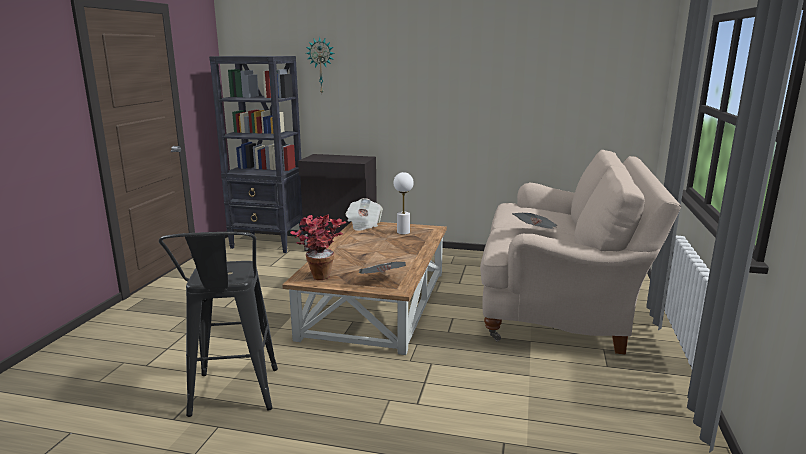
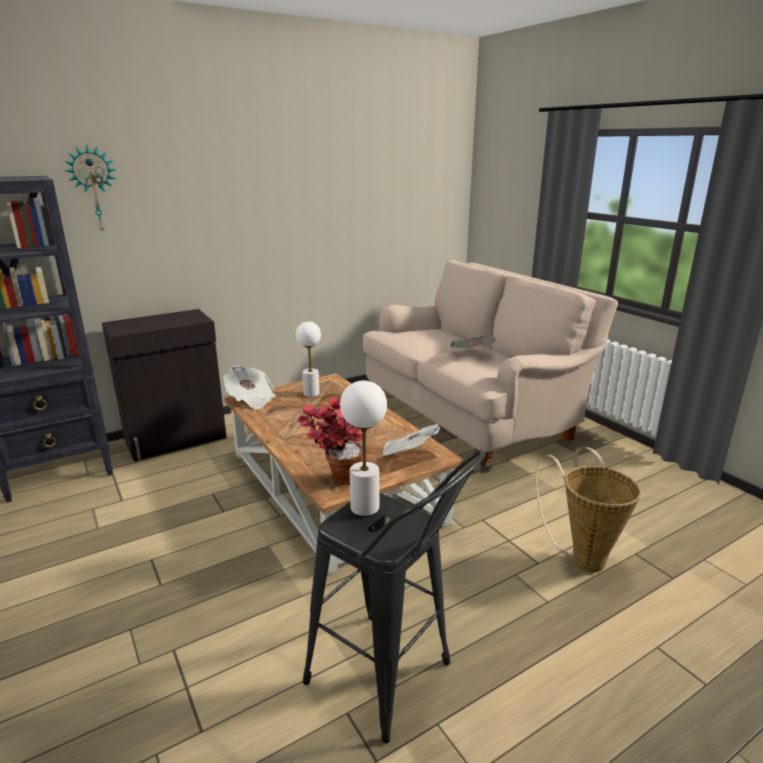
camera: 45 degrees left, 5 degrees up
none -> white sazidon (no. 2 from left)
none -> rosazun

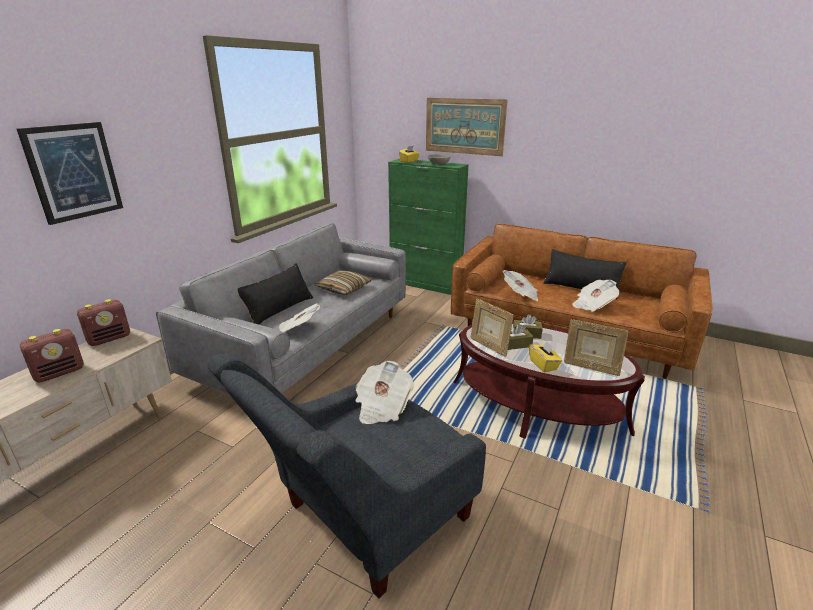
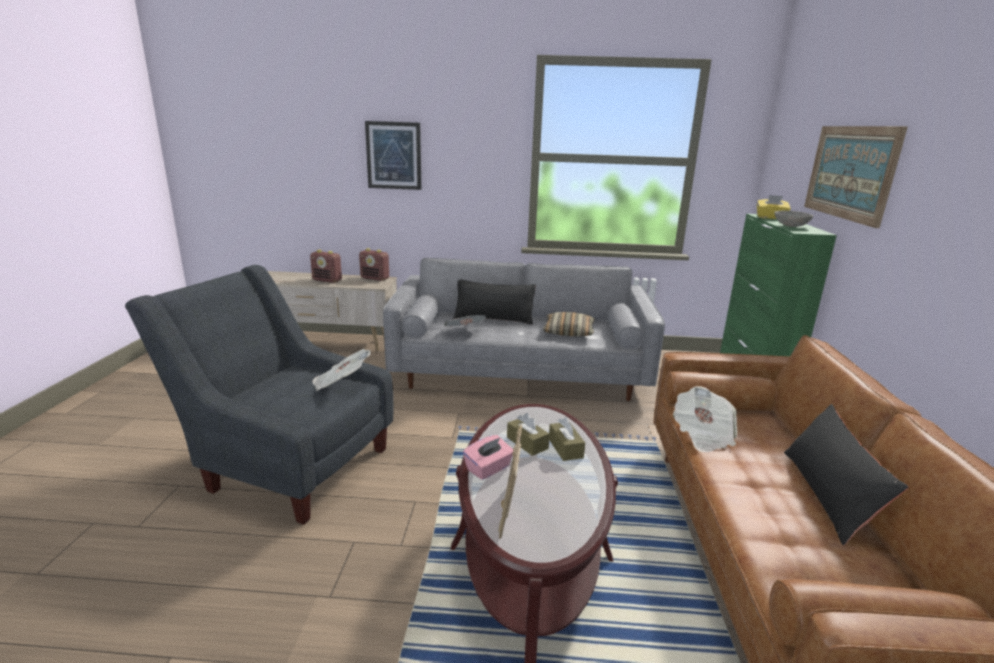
camera: 65 degrees right, 5 degrees down
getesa (no. 1 from left) -> none
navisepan (no. 4 from left) -> none
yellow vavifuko (no. 2 from left) -> pink vavifuko

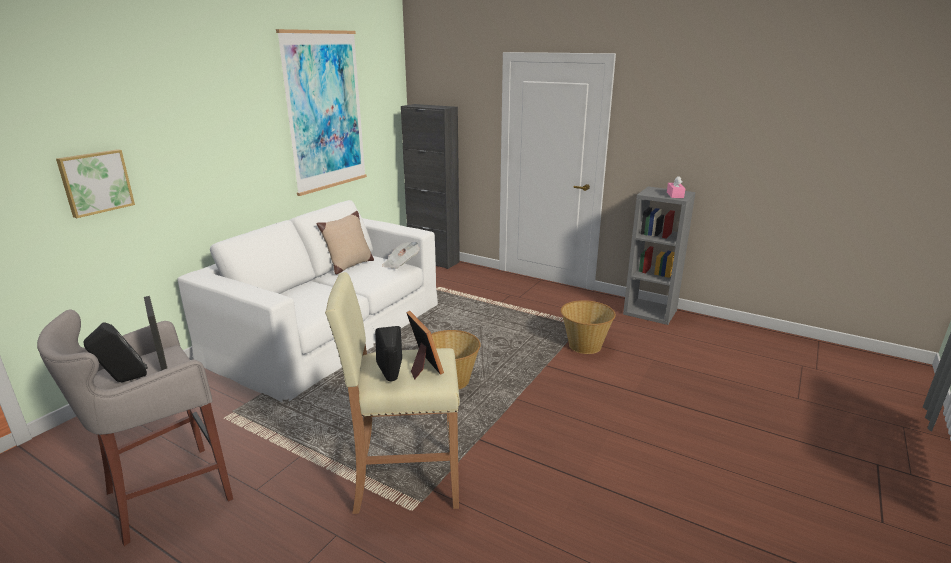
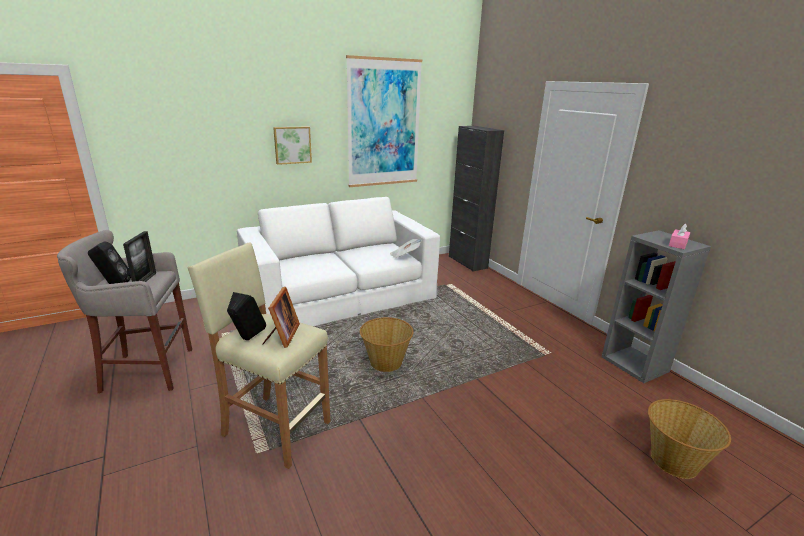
camera: 30 degrees right, 0 degrees up
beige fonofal -> none
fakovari (no. 1 from left), shifted
rosazun (no. 2 from left), shifted

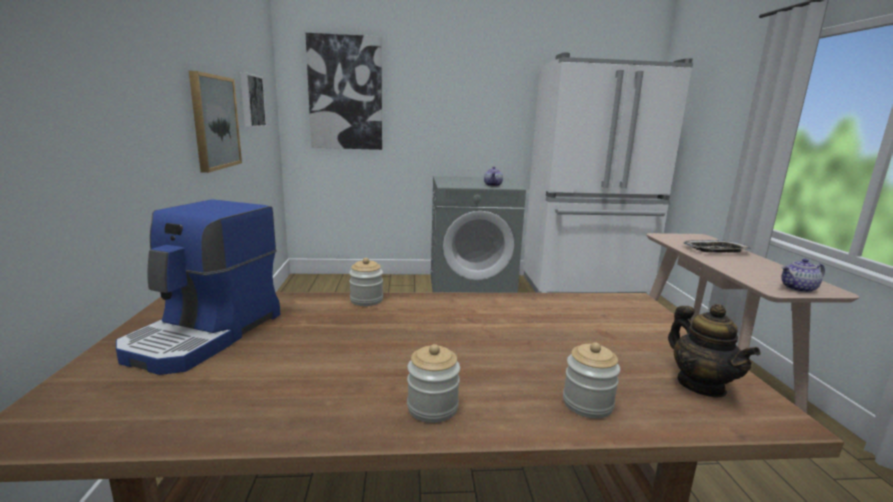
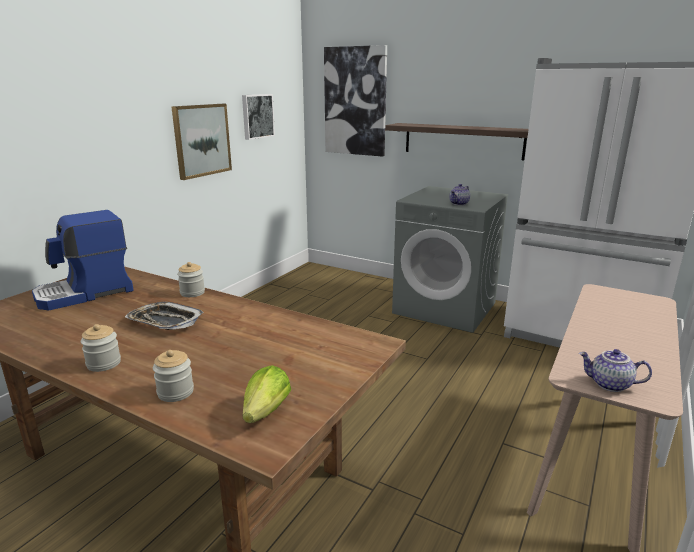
camera: 35 degrees right, 5 degrees up
none -> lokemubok
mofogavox, shifted
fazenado (no. 2 from left) -> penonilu

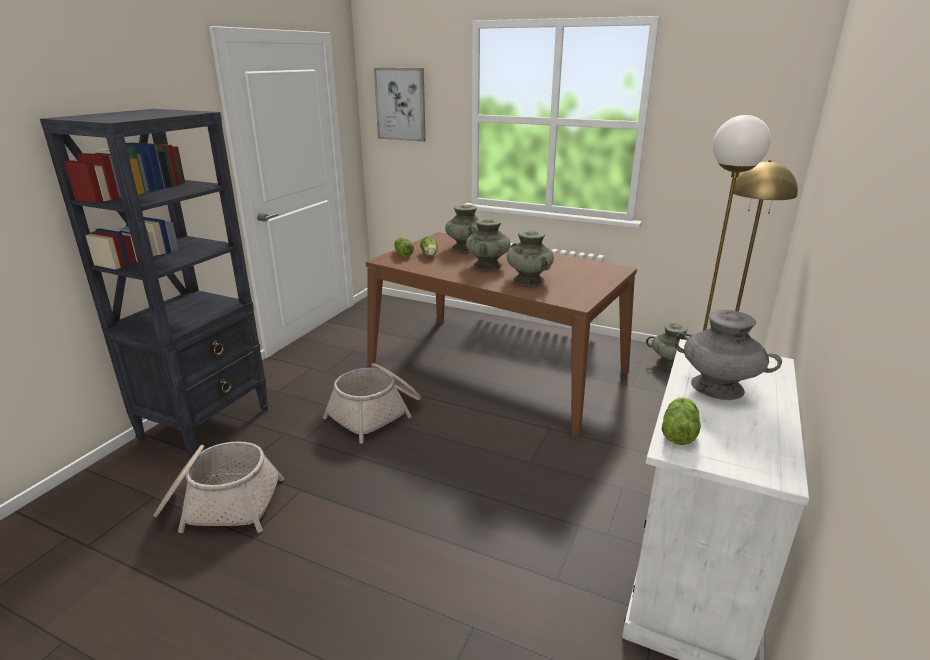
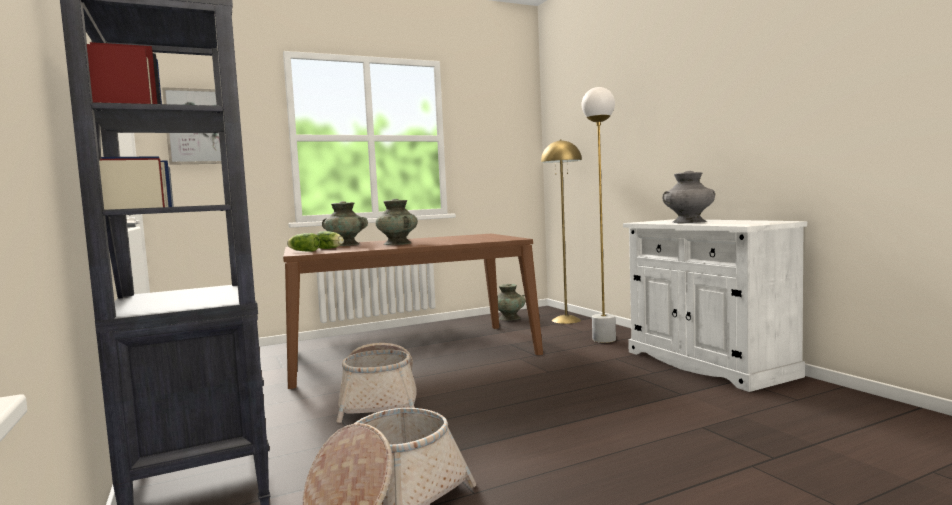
camera: 50 degrees left, 20 degrees down
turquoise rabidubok (no. 3 from left) -> none
penonilu (no. 3 from left) -> none

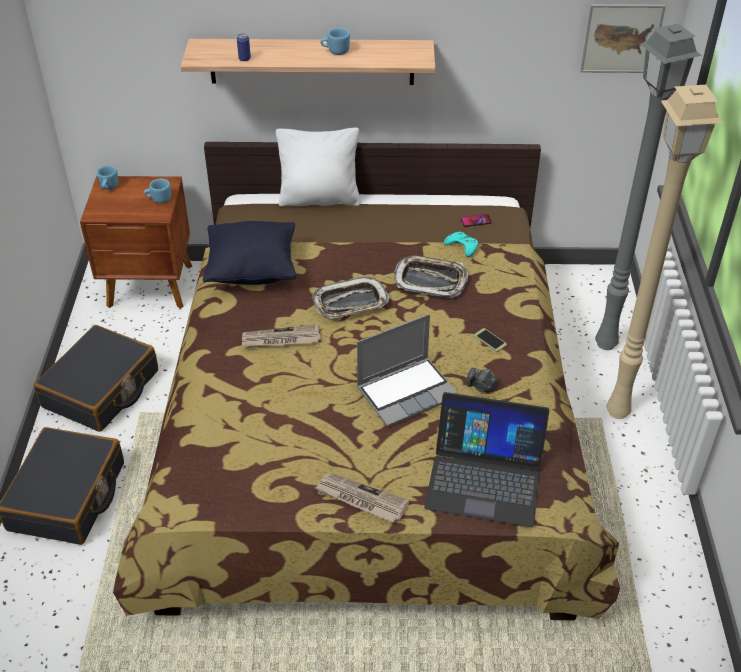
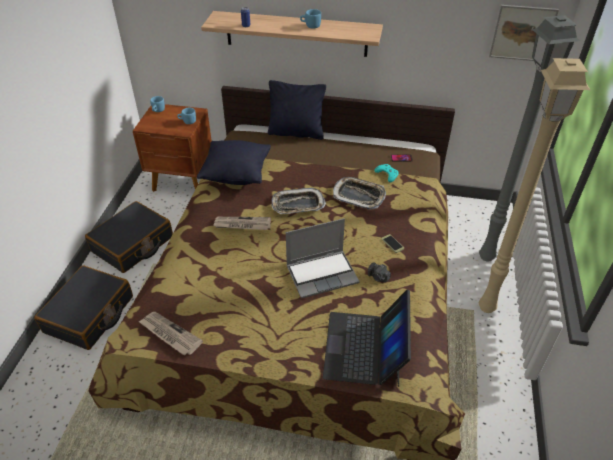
camera: 10 degrees right, 0 degrees up
navisepan (no. 2 from left in the first image) -> navisepan (no. 1 from left), shifted
white fonofal -> black fonofal (no. 2 from left)
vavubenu (no. 2 from left), 75 degrees clockwise

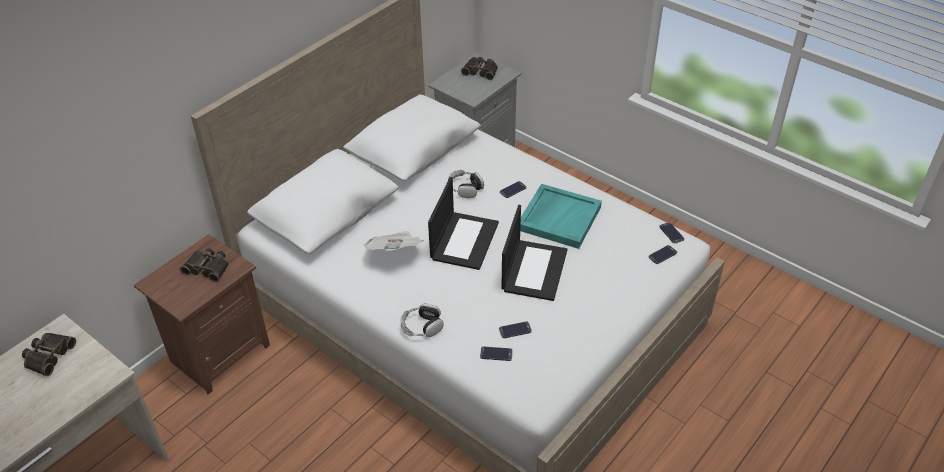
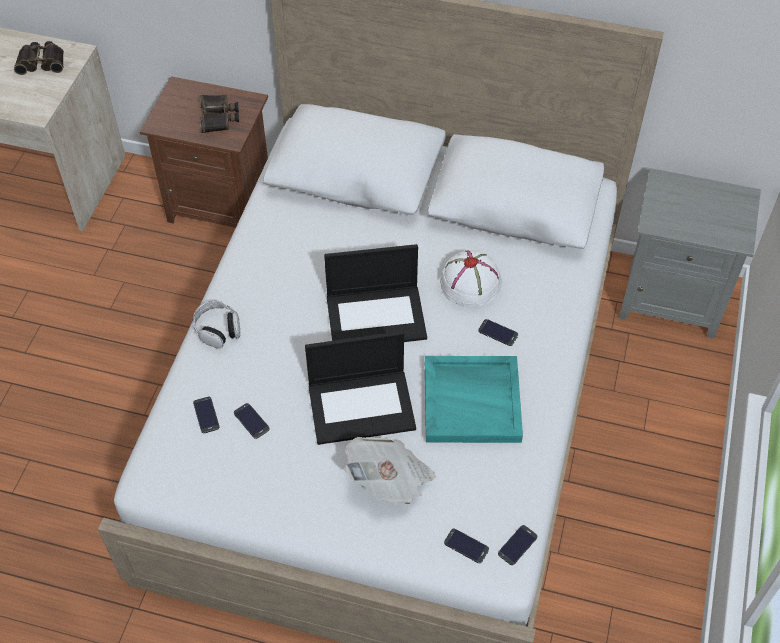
camera: 65 degrees right, 10 degrees up
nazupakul (no. 3 from left) -> none
navisepan, shifted
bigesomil (no. 2 from left) -> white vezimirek

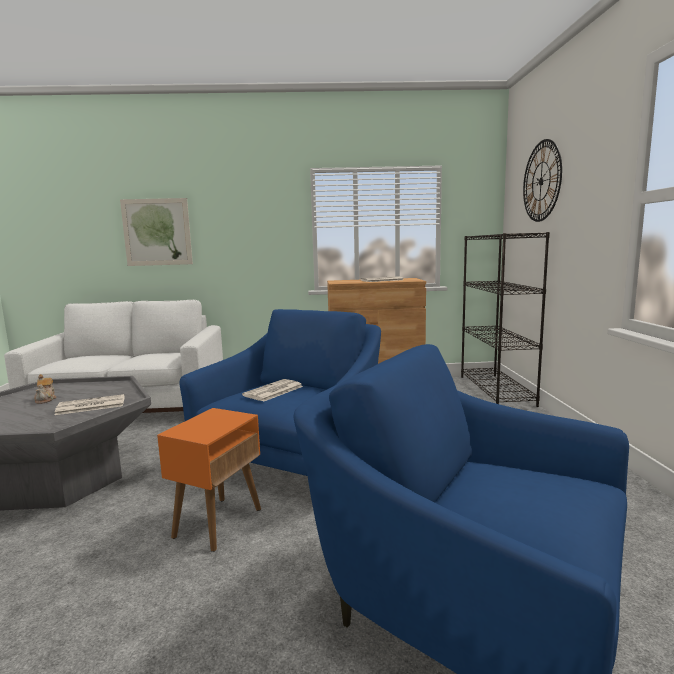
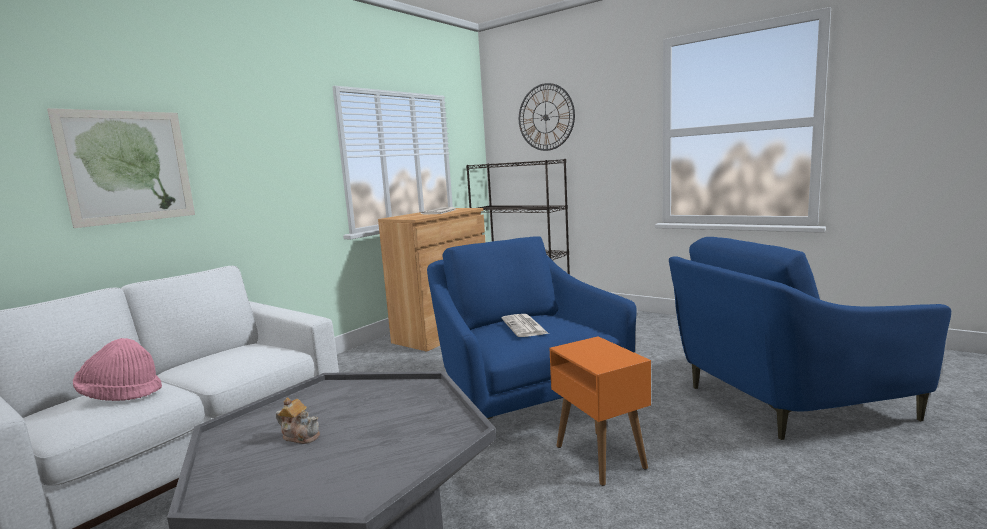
camera: 50 degrees left, 0 degrees up
navisepan (no. 1 from left) -> none
none -> pink vezimirek

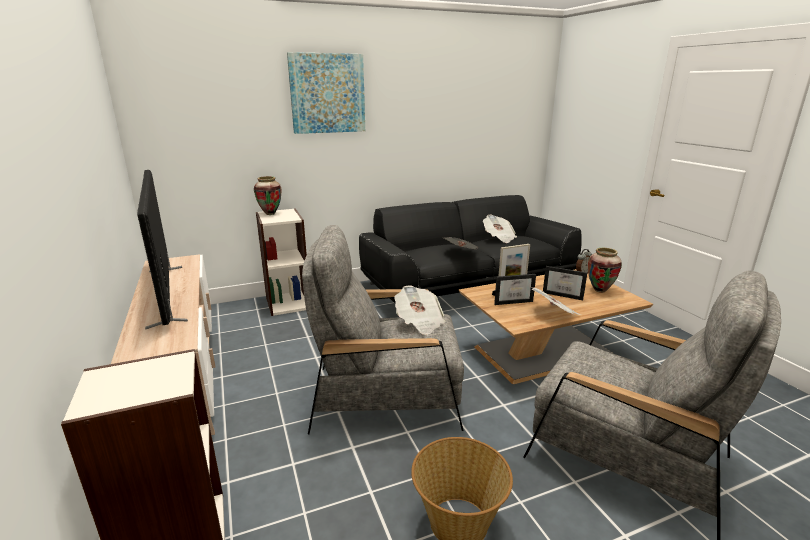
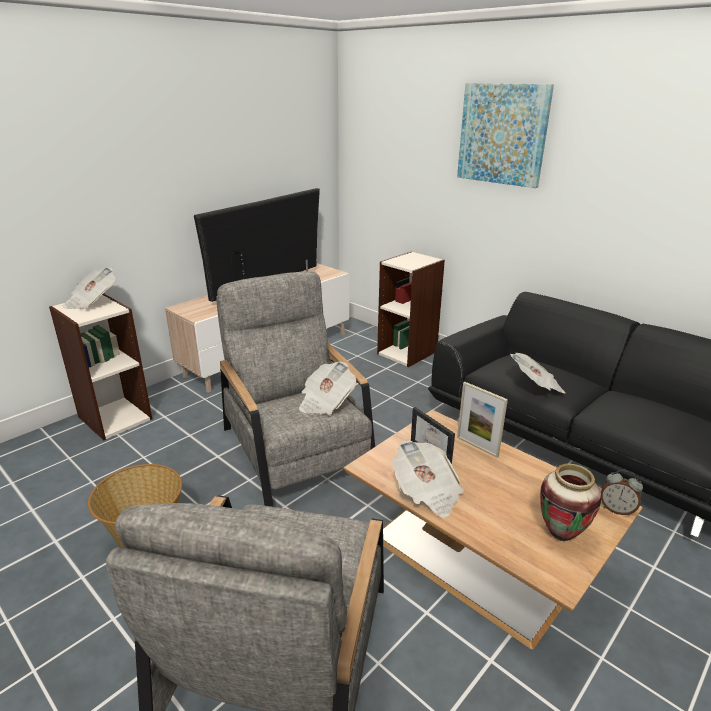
camera: 65 degrees right, 5 degrees up
rabidubok (no. 1 from left) -> none
getesa (no. 3 from left) -> none
navisepan (no. 3 from left in the first image) -> navisepan (no. 1 from left), shifted

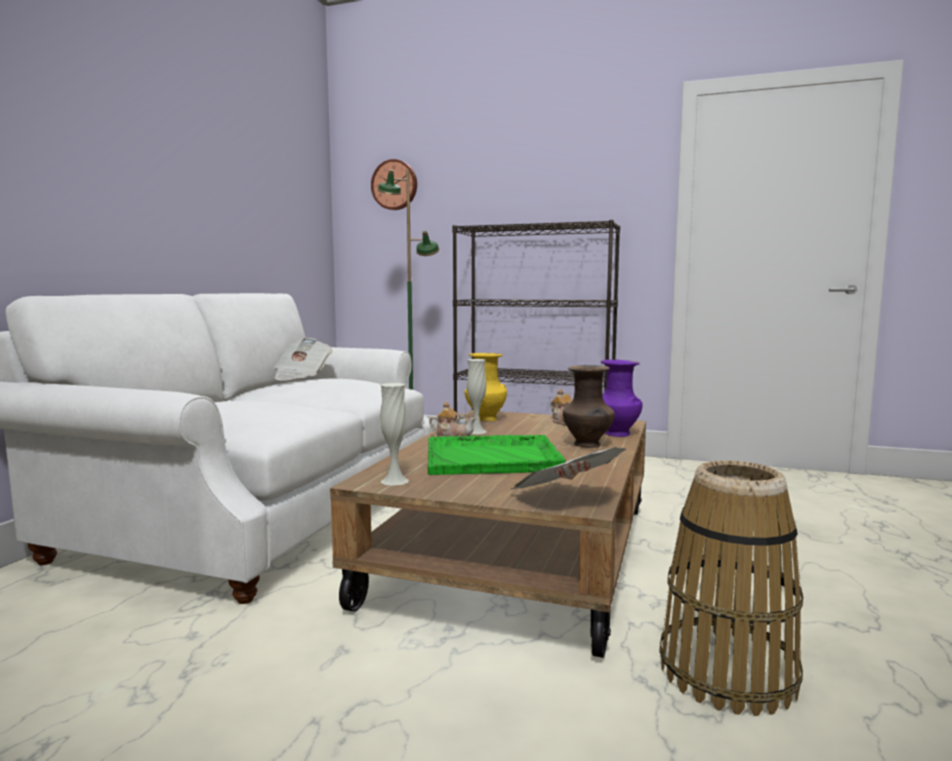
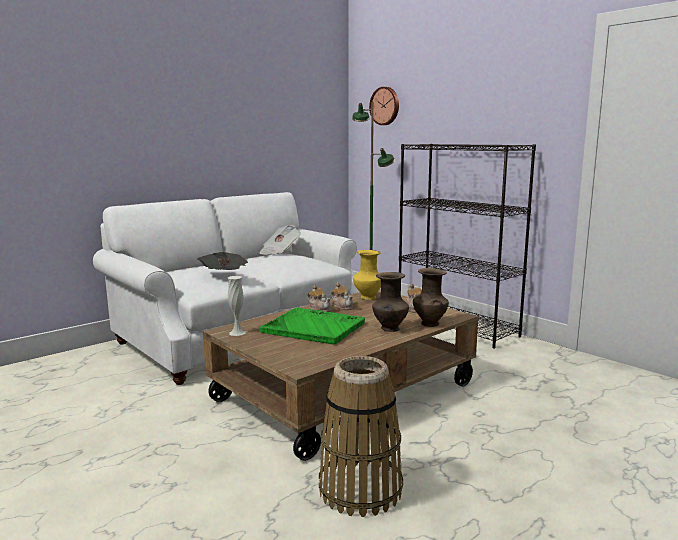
camera: 30 degrees right, 5 degrees up
navisepan (no. 2 from left in the first image) -> navisepan (no. 1 from left), shifted
white rabidubok (no. 2 from left) -> fazenado (no. 2 from left)
purple rabidubok -> brown rabidubok (no. 2 from left)

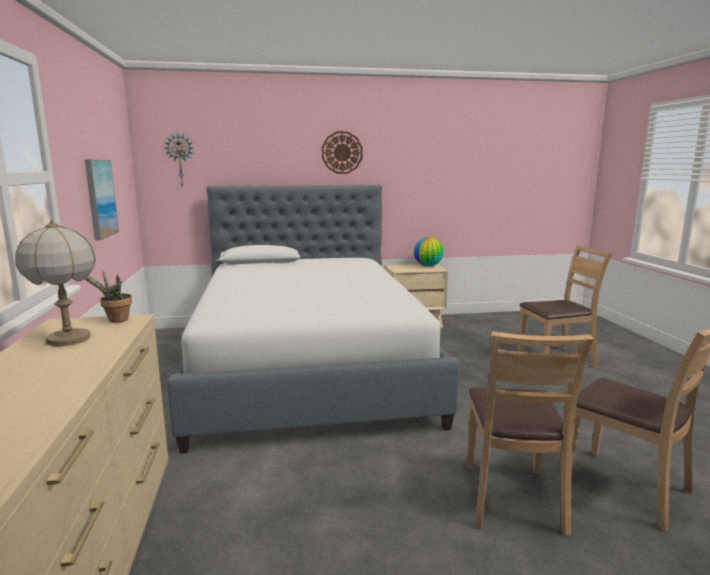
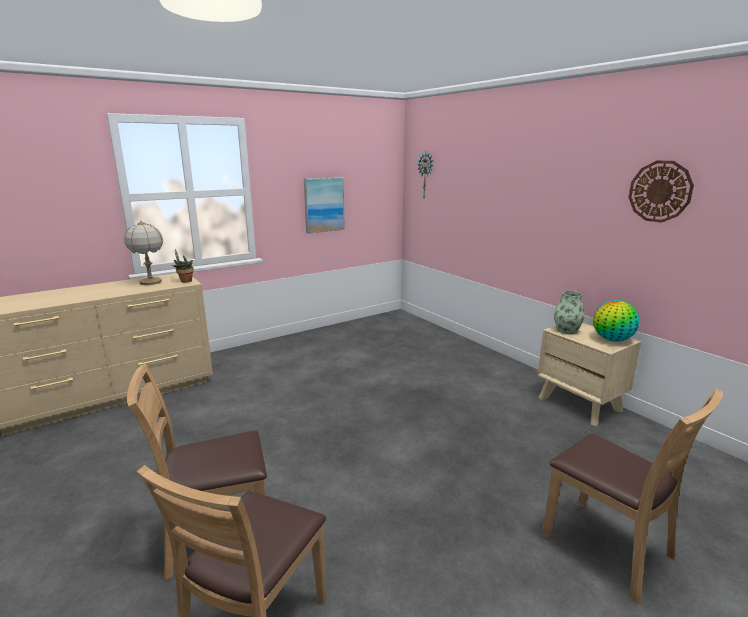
camera: 65 degrees right, 5 degrees up
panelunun -> none
none -> rabidubok
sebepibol (no. 2 from left), shifted

